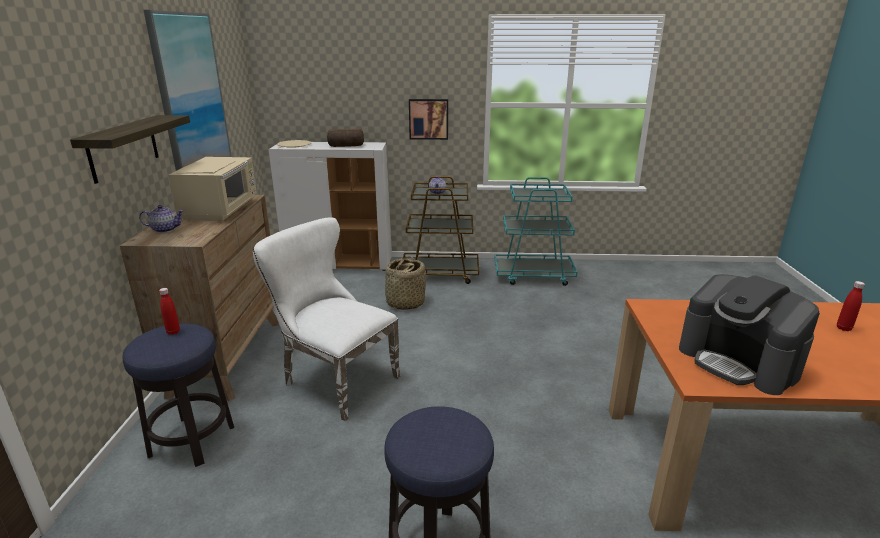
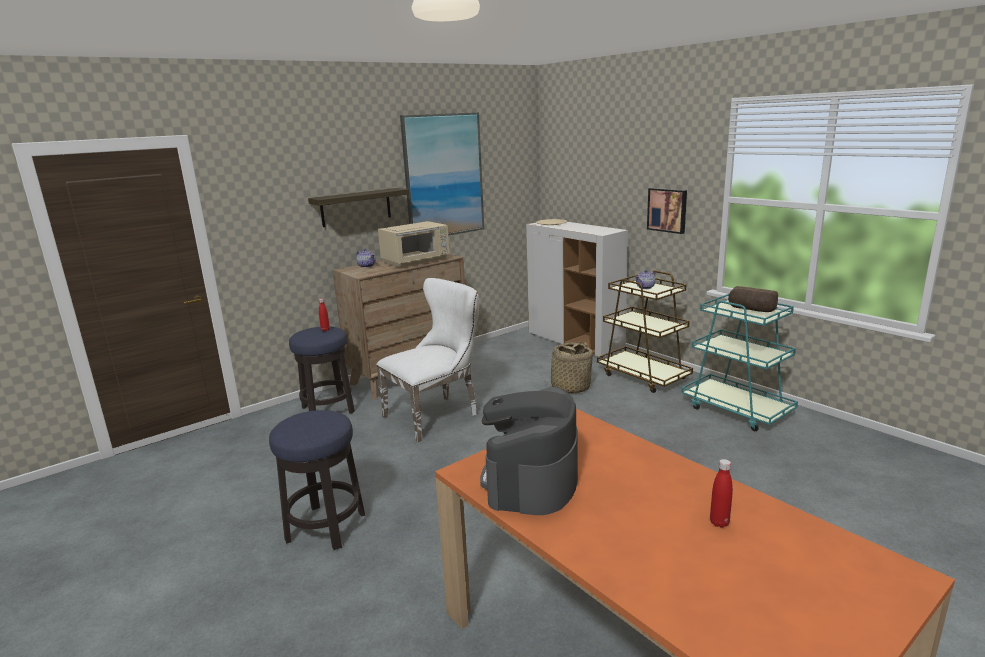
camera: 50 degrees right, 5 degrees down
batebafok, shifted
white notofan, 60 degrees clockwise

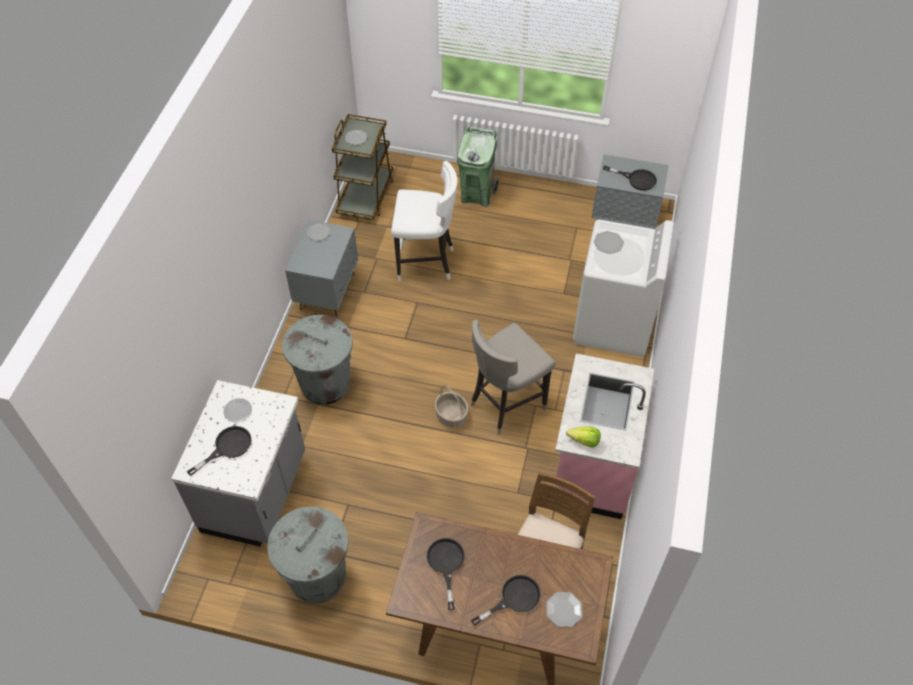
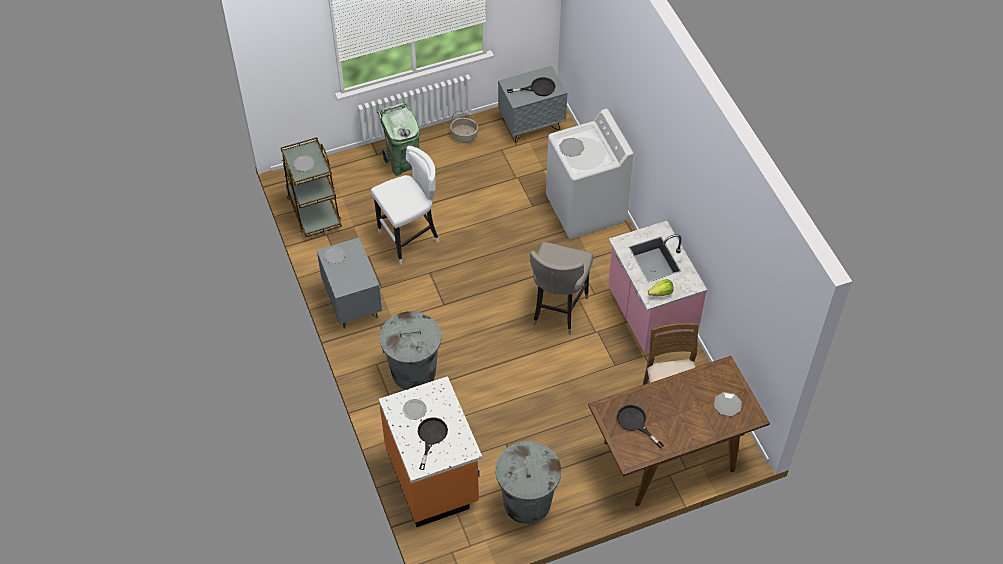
camera: 35 degrees left, 0 degrees up
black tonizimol (no. 3 from left) -> none
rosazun, shifted
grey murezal -> orange murezal

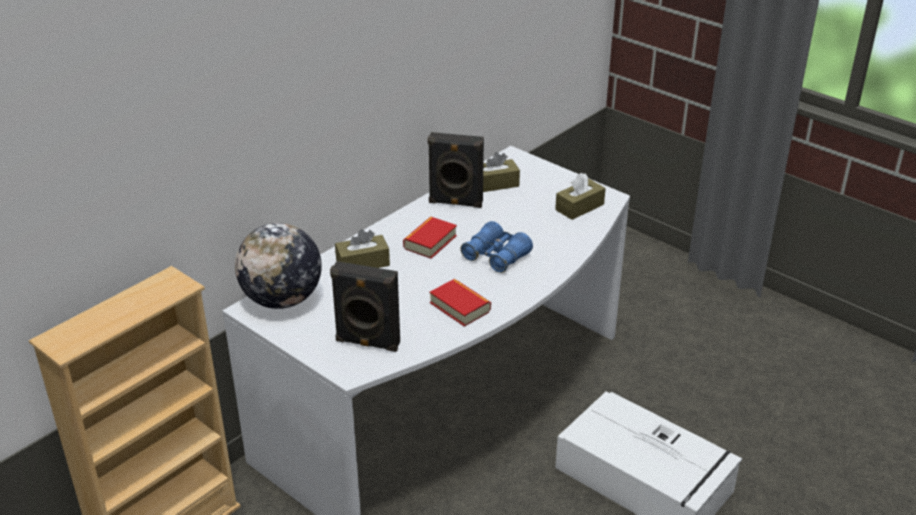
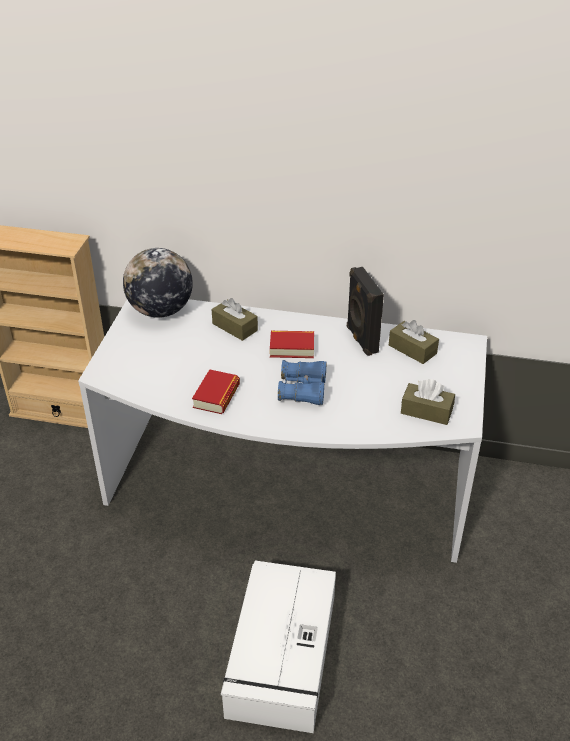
camera: 60 degrees right, 5 degrees up
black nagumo (no. 1 from left) -> none

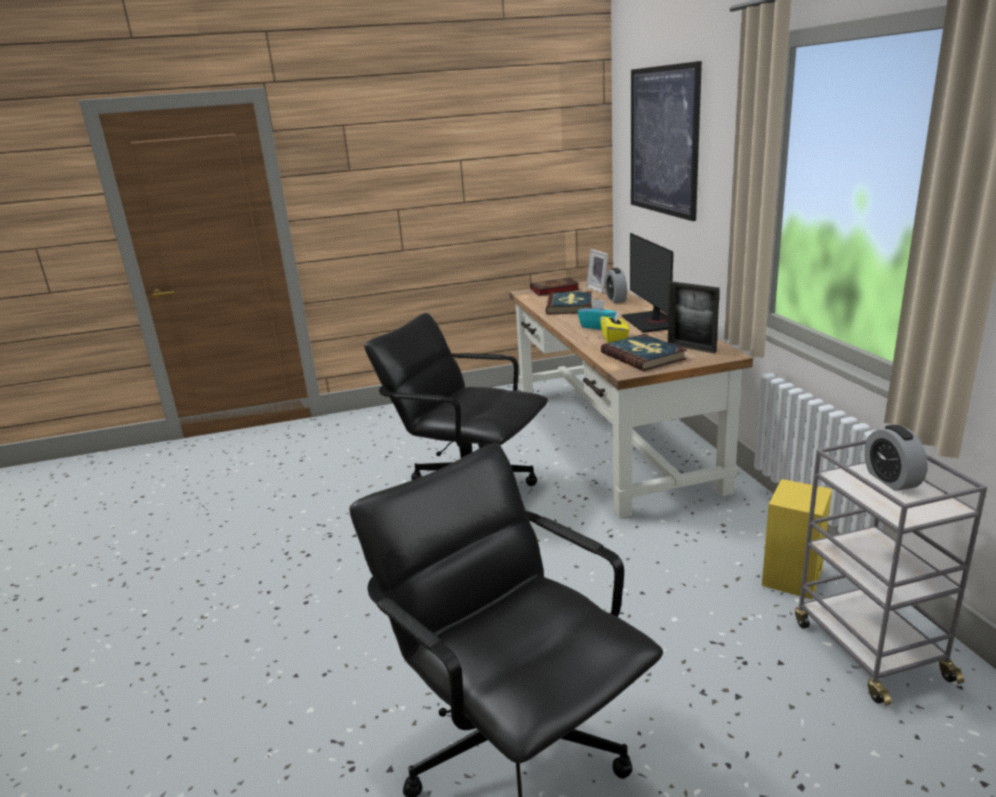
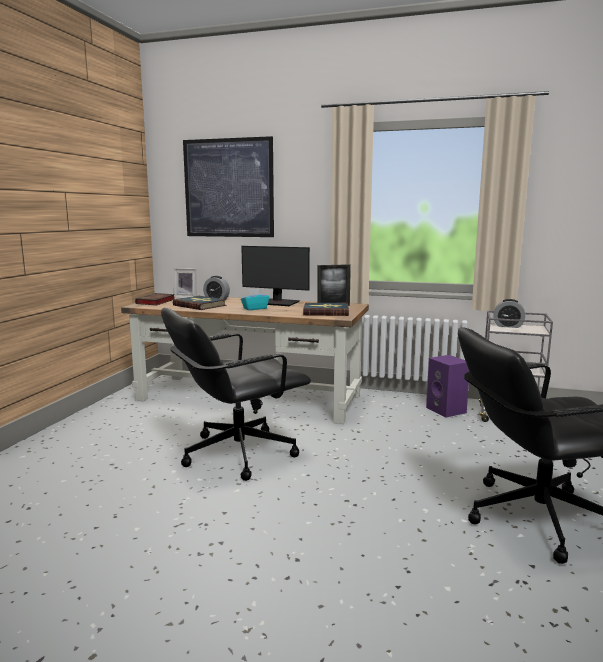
camera: 60 degrees left, 10 degrees down
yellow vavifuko -> none
yellow nagumo -> purple nagumo

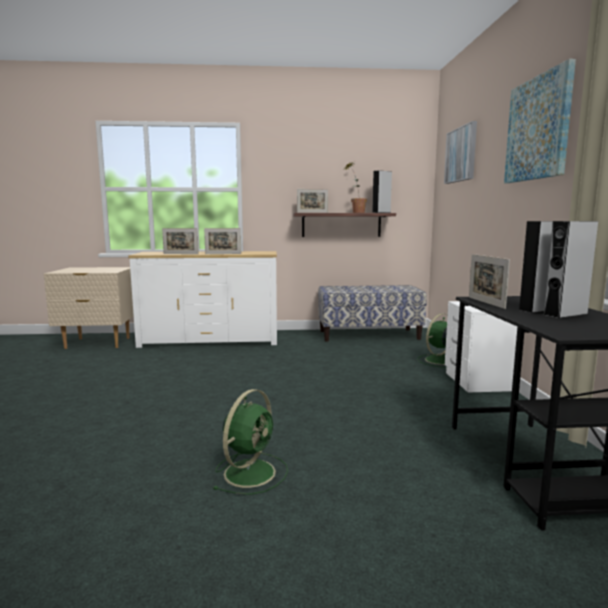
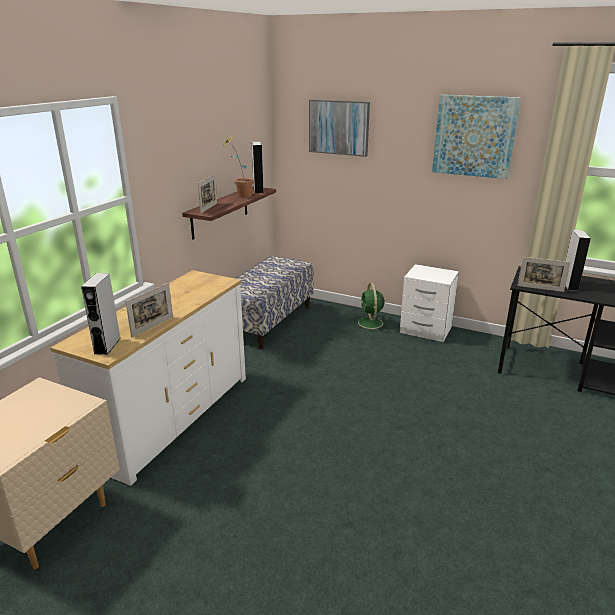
camera: 60 degrees left, 15 degrees up
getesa (no. 2 from left) -> none
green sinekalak (no. 1 from left) -> none
grey nagumo (no. 3 from left in the first image) -> grey nagumo (no. 1 from left), shifted

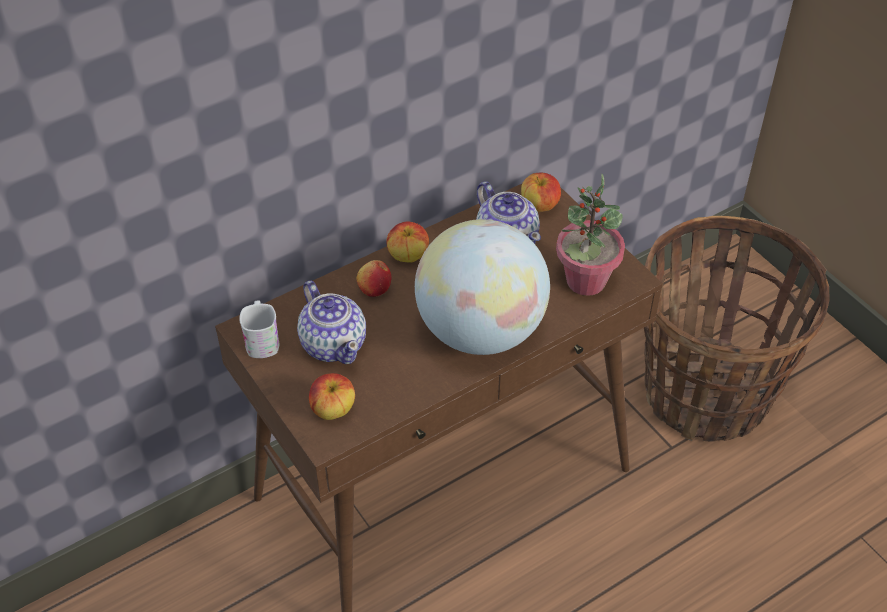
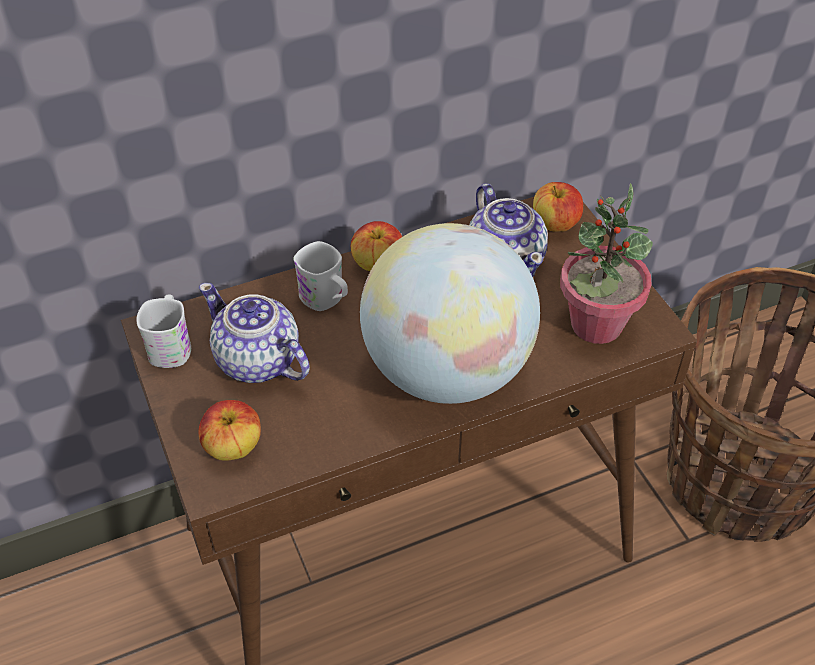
camera: 10 degrees right, 0 degrees up
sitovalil (no. 2 from left) -> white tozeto (no. 2 from left)
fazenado (no. 1 from left), 150 degrees clockwise

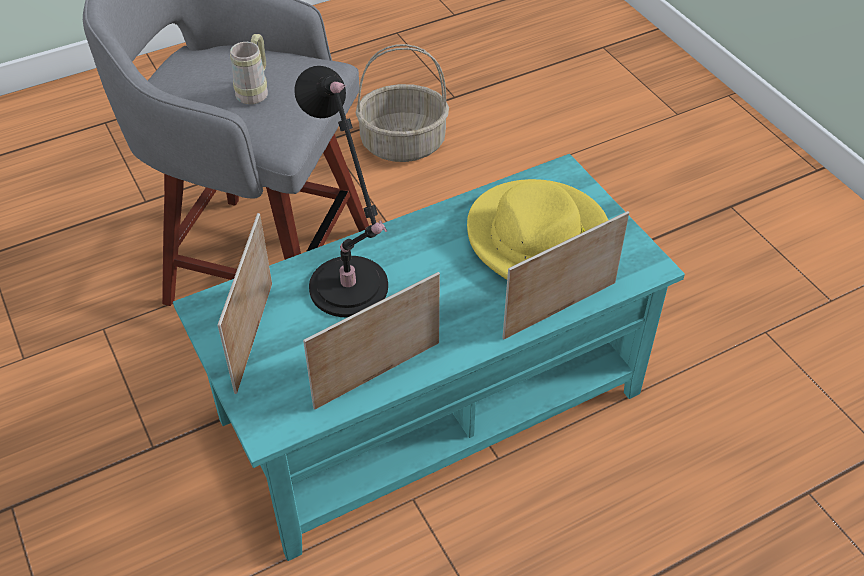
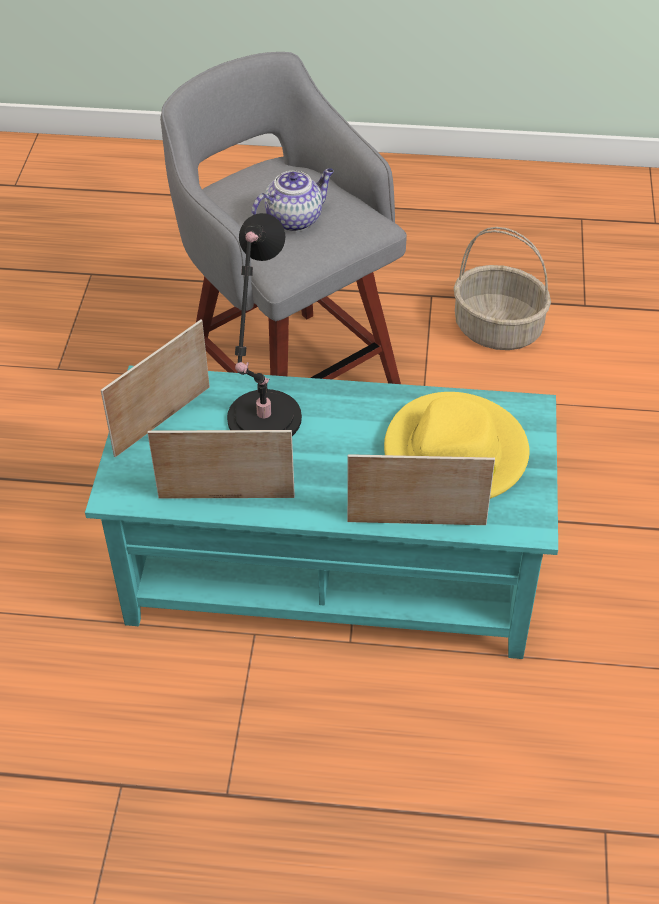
camera: 35 degrees right, 0 degrees up
beige tozeto -> fazenado

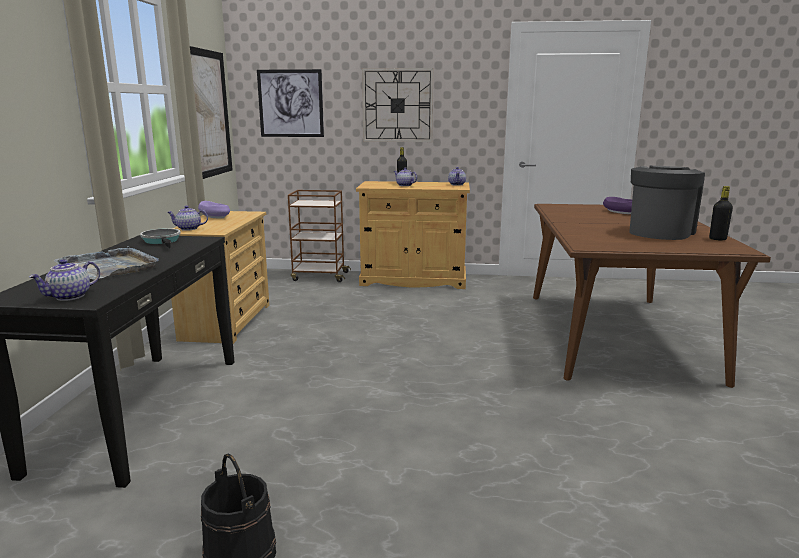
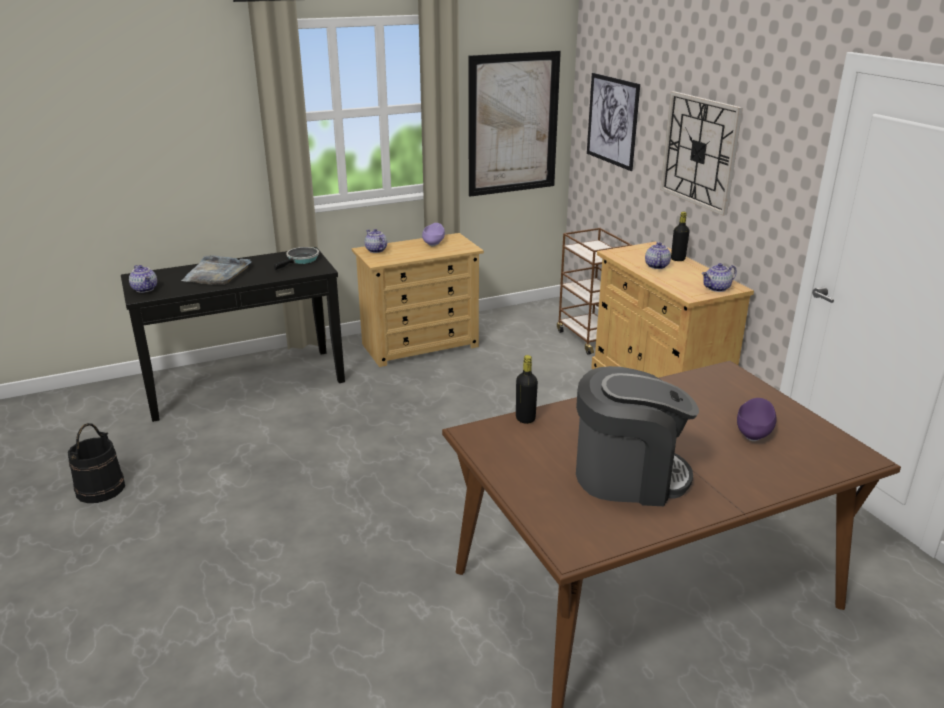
camera: 60 degrees right, 10 degrees up
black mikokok (no. 2 from left in the first image) -> black mikokok (no. 1 from left), shifted
fazenado (no. 1 from left), 135 degrees counterclockwise

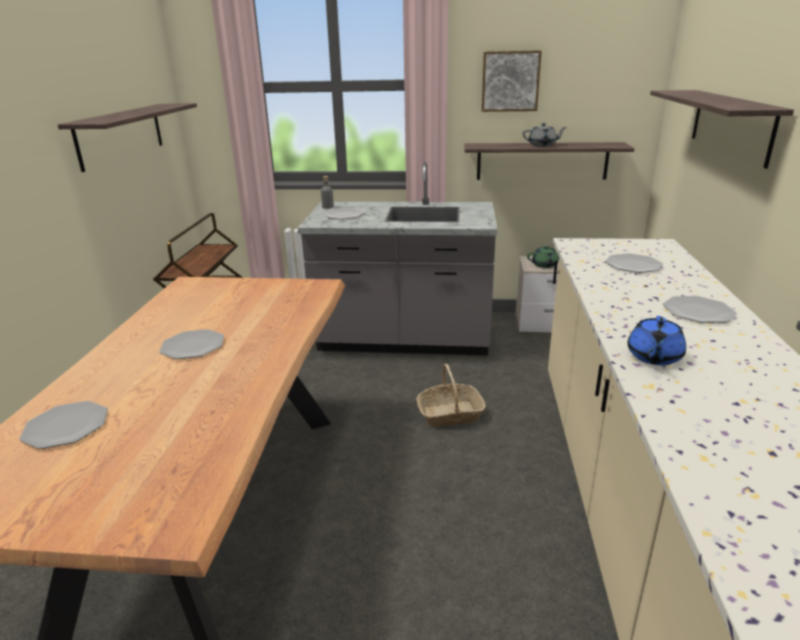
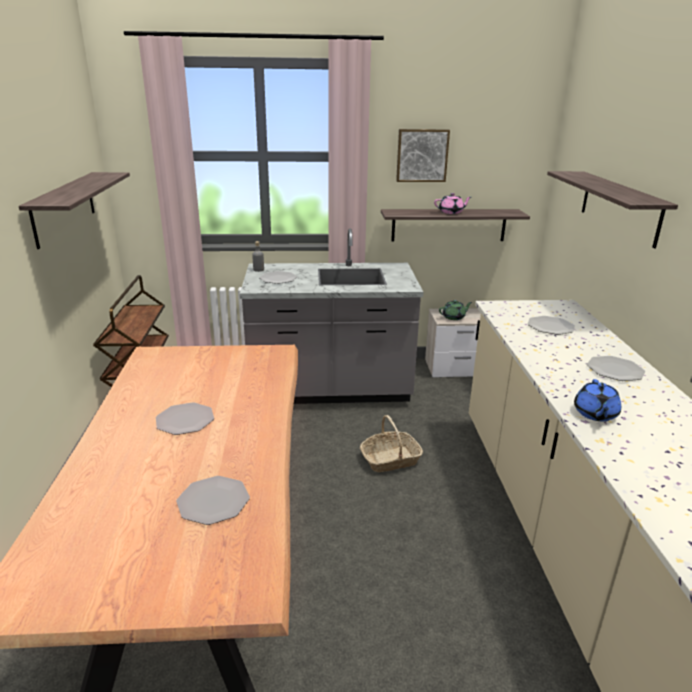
camera: 10 degrees left, 0 degrees up
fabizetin (no. 1 from left in the first image) -> fabizetin (no. 2 from left), shifted
grey fazenado -> pink fazenado

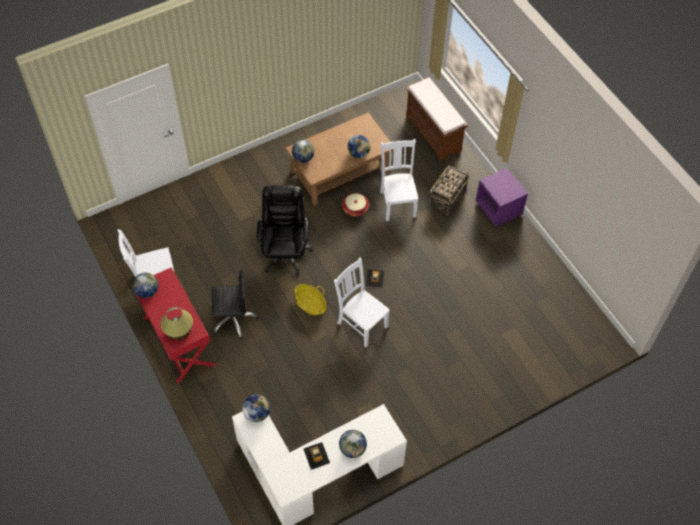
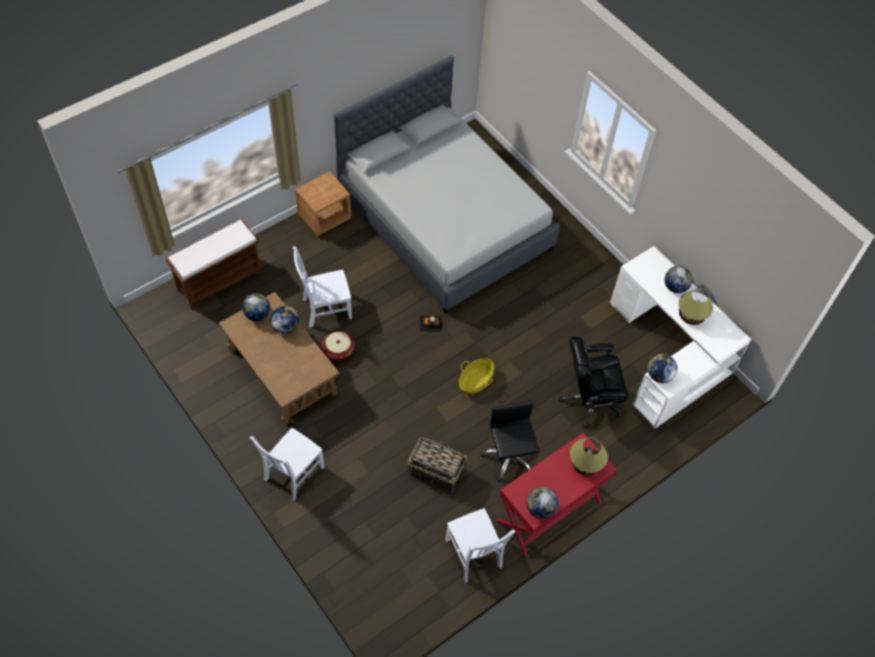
camera: 100 degrees left, 0 degrees up
none -> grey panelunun
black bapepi (no. 2 from left), shifted
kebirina (no. 3 from left in the first image) -> kebirina (no. 1 from left), shifted
white notofan (no. 2 from left in the first image) -> white notofan (no. 1 from left), shifted
rosazun (no. 3 from left in the first image) -> rosazun (no. 2 from left), shifted
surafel (no. 1 from left) -> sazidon (no. 2 from left)
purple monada -> brown monada

